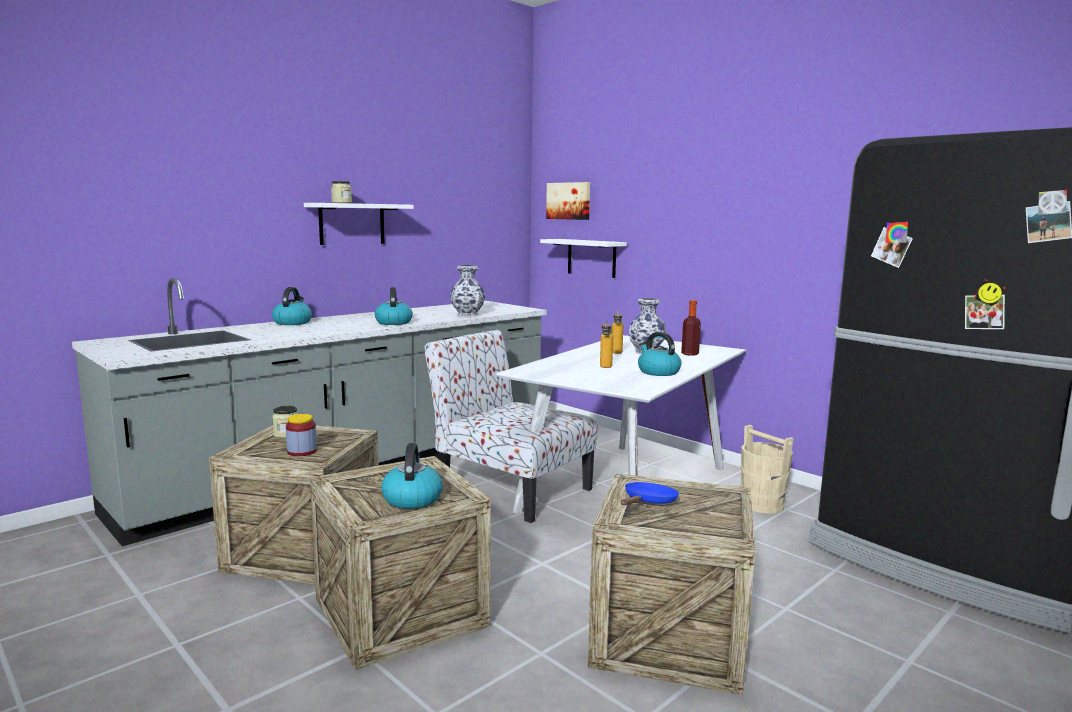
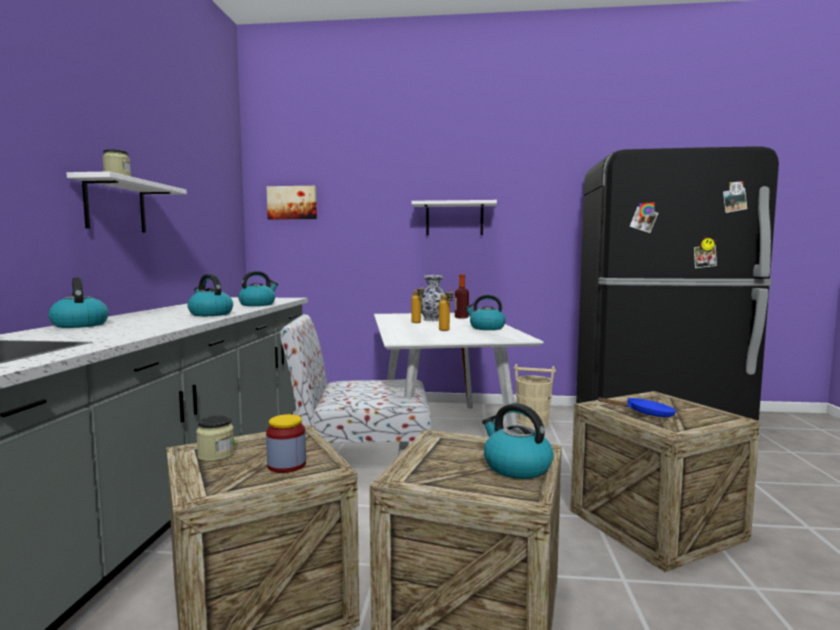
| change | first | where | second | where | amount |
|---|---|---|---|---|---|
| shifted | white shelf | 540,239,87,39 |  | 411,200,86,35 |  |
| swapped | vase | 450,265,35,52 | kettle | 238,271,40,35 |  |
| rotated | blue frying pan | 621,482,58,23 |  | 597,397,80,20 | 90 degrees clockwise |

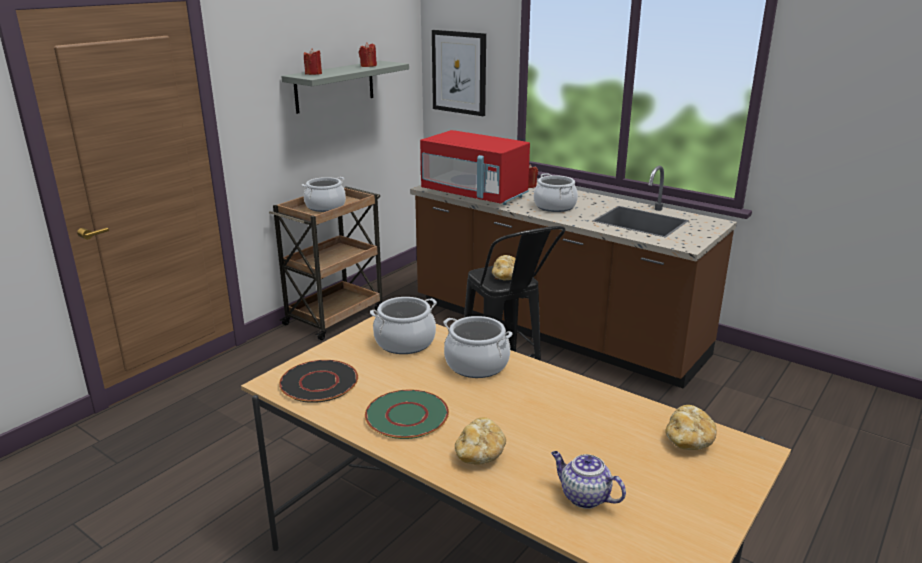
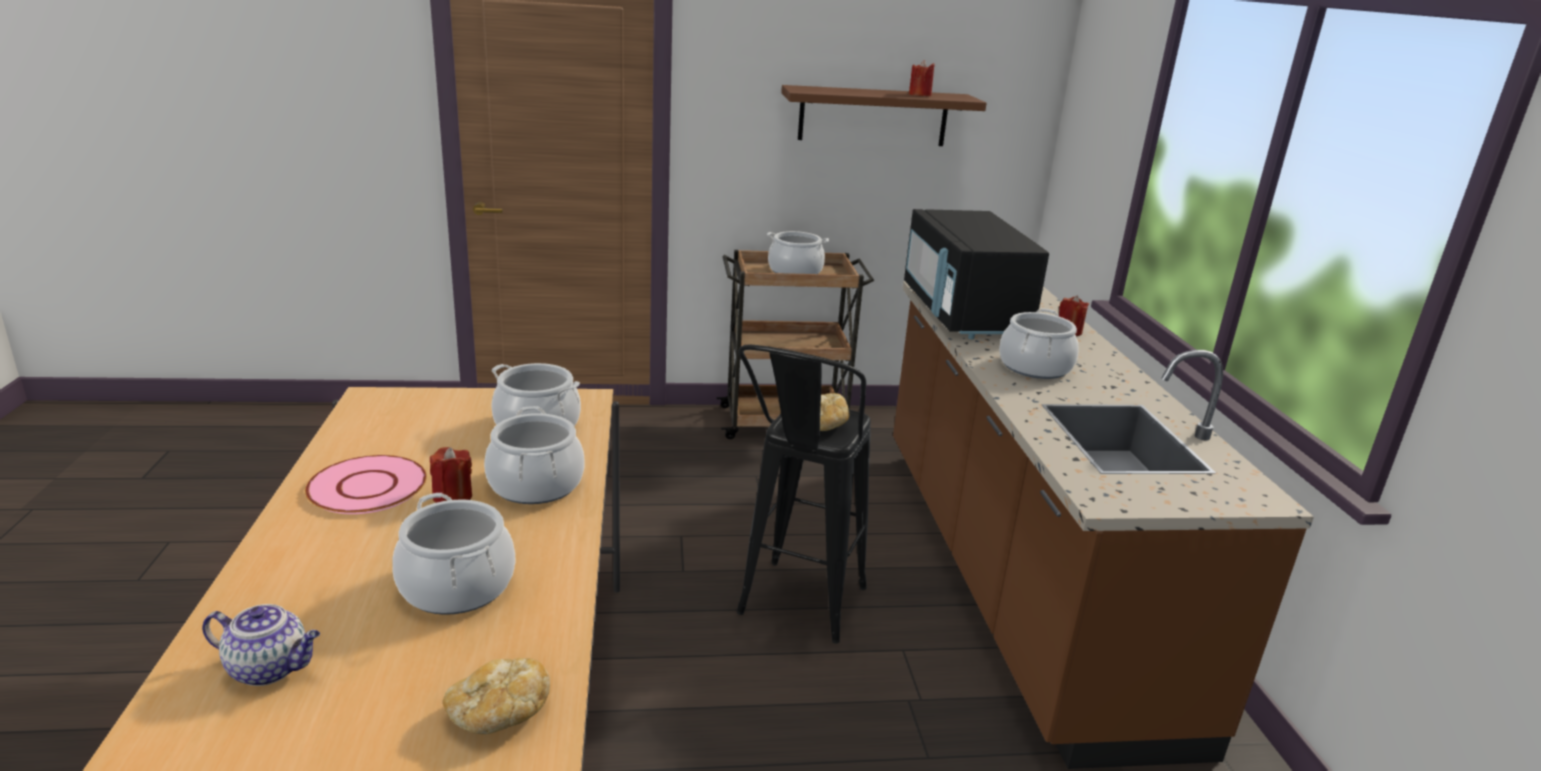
| change | first | where | second | where | amount |
|---|---|---|---|---|---|
| gone | black plate | 279,360,79,43 |  |  |  |
| gone | picture | 432,30,54,86 |  |  |  |
| gone | bread | 455,417,51,48 |  |  |  |
| new |  |  | cooking pot | 392,493,123,122 |  |
| shifted | red candle | 304,48,18,27 |  | 430,447,42,56 |  |
| repainted | grey shelf | 281,61,128,53 | brown shelf | 781,85,206,61 |  |
| repainted | green plate | 365,390,84,49 | pink plate | 305,455,122,59 |  |
| repainted | red microwave | 420,130,110,75 | black microwave | 904,209,145,130 |  |
| rotated | teapot | 551,451,75,58 |  | 202,604,118,82 | 105 degrees clockwise |

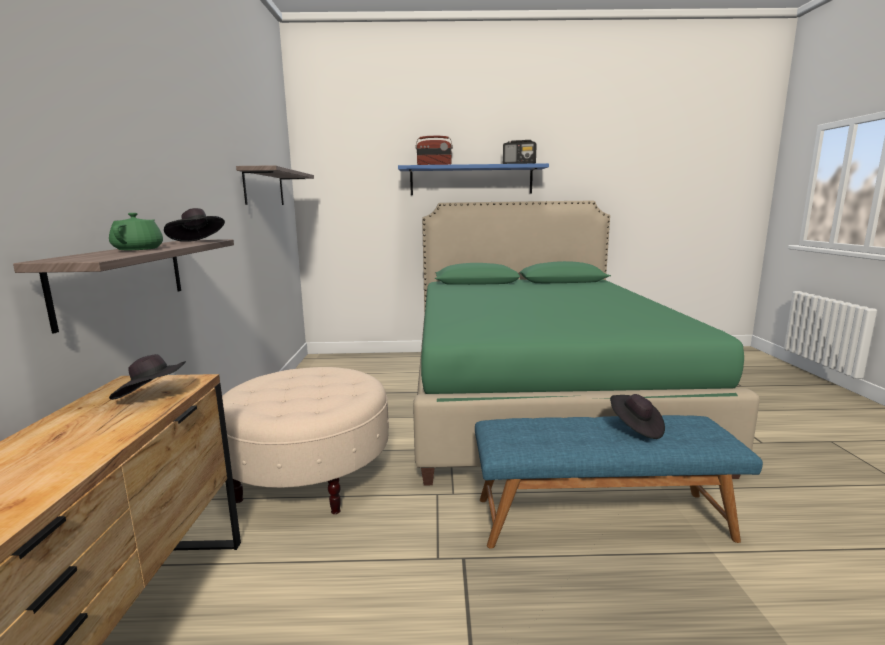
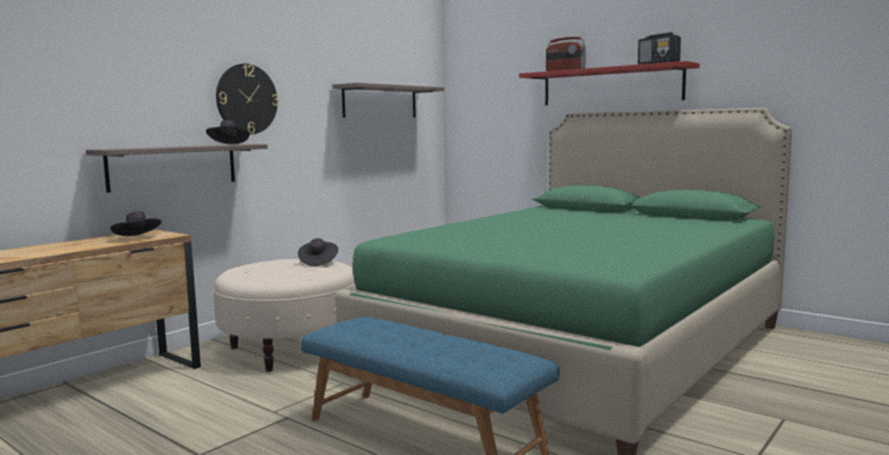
| change | first | where | second | where | amount |
|---|---|---|---|---|---|
| gone | green teapot | 109,213,54,37 |  |  |  |
| new |  |  | wall clock | 216,64,63,71 |  |
| shifted | black hat | 610,394,55,45 |  | 298,238,40,28 |  |
| repainted | blue shelf | 398,163,151,32 | red shelf | 519,61,181,44 |  |

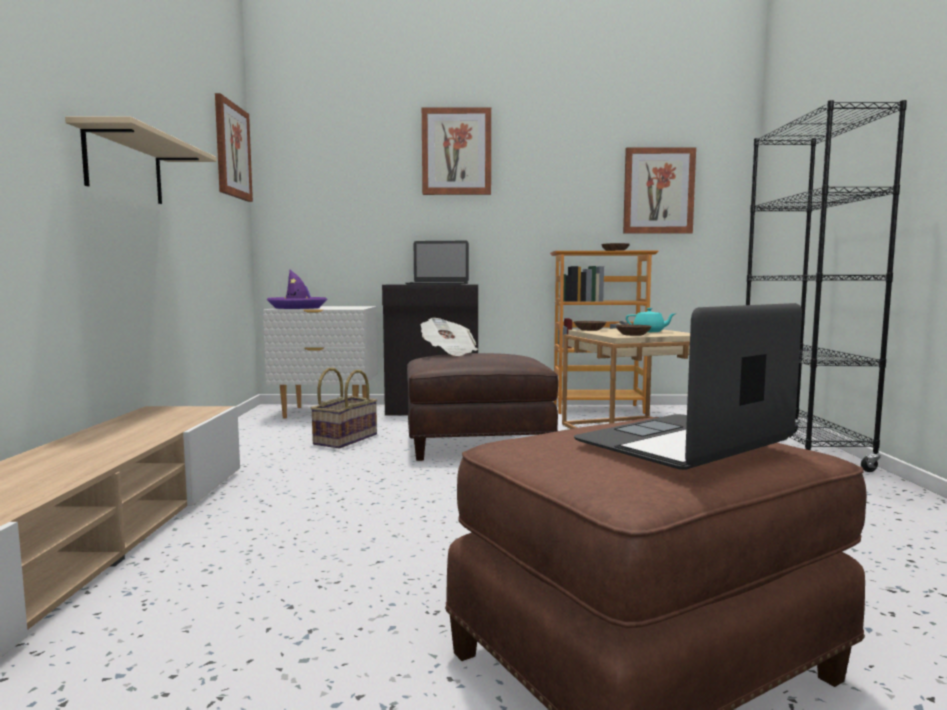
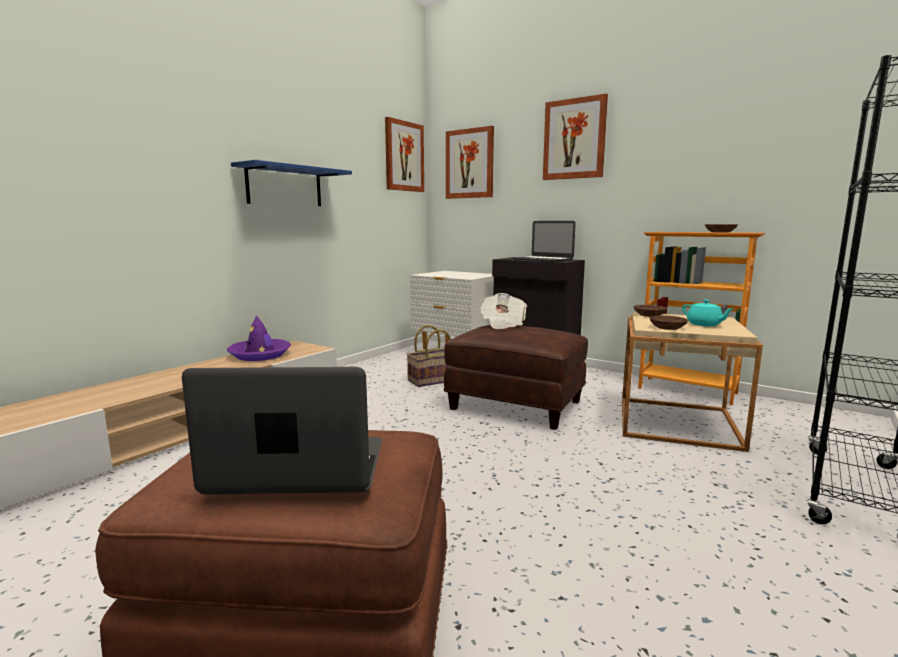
| change | first | where | second | where | amount |
|---|---|---|---|---|---|
| shifted | purple hat | 267,270,61,39 |  | 227,315,64,46 |  |
| shifted | picture | 623,148,73,86 |  | 446,126,48,73 |  |
| repainted | beige shelf | 65,116,152,88 | blue shelf | 231,160,121,46 |  |

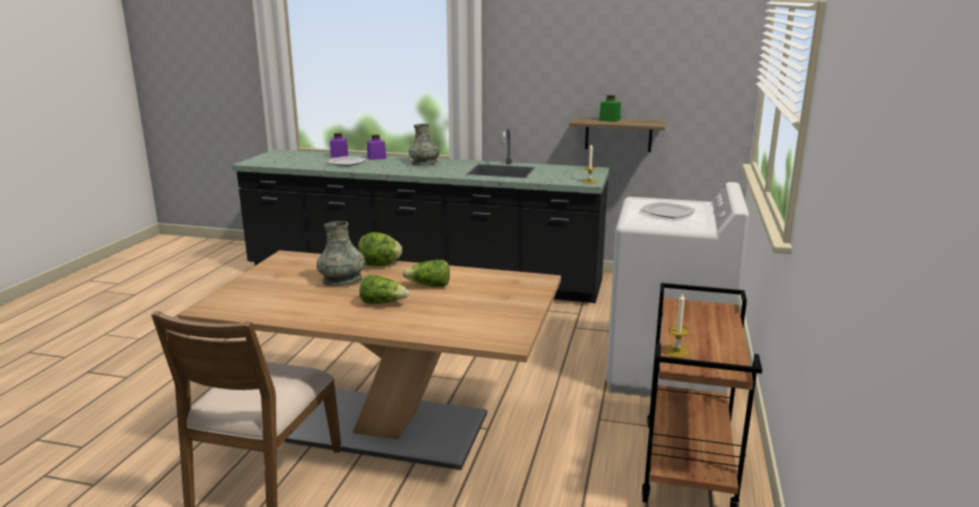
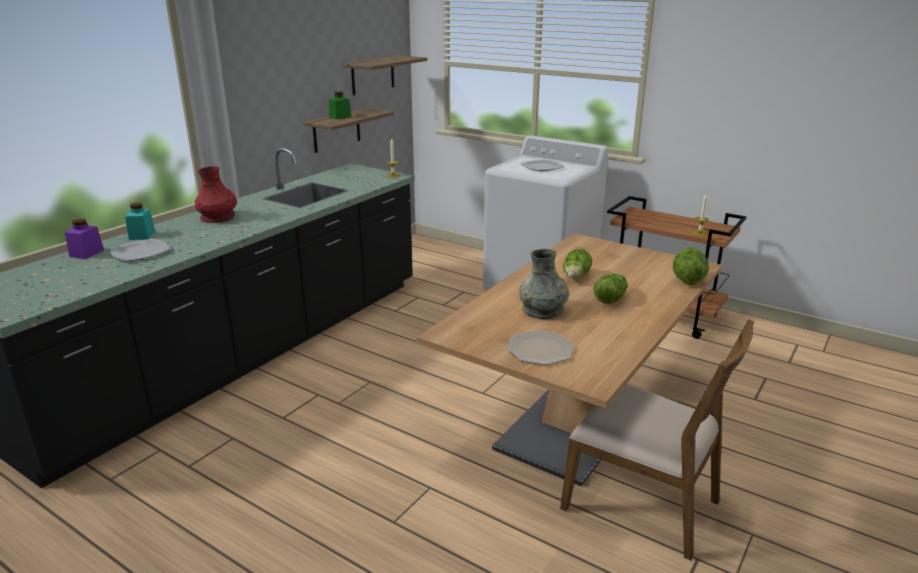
| change | first | where | second | where | amount |
|---|---|---|---|---|---|
| new |  |  | shelf | 343,55,84,40 |  |
| new |  |  | plate | 506,330,69,35 |  |
| shifted | lettuce | 358,232,44,34 |  | 673,247,36,38 |  |
| repainted | purple jar | 367,135,20,25 | turquoise jar | 125,202,30,38 |  |
| repainted | grey vase | 409,124,31,42 | red vase | 195,166,42,57 |  |

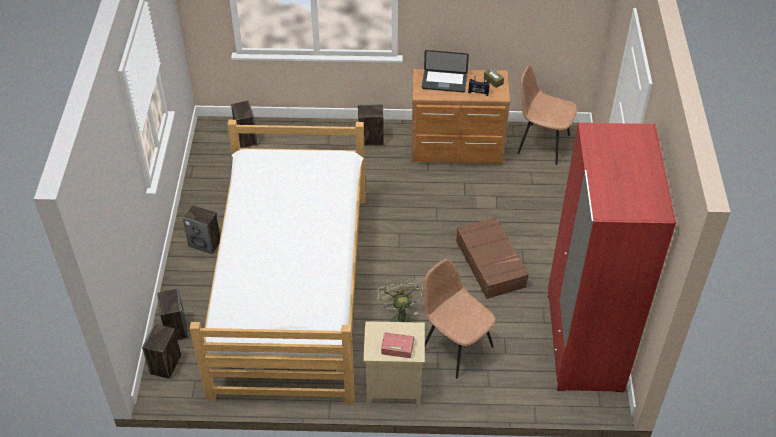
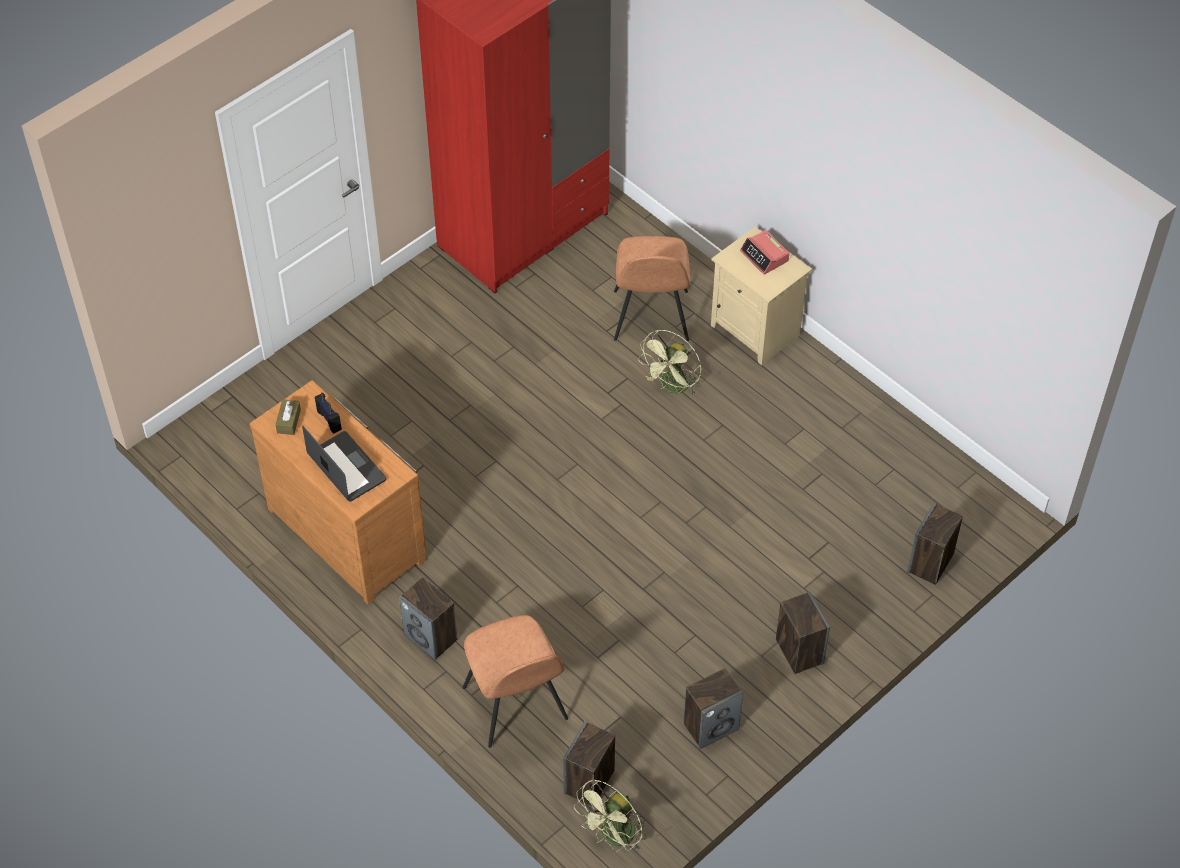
| change | first | where | second | where | amount |
|---|---|---|---|---|---|
| gone | bed | 190,120,176,284 |  |  |  |
| gone | brown suitcase | 456,217,73,82 |  |  |  |
| new |  |  | green fan | 574,779,73,74 |  |
| shifted | speaker | 142,324,39,55 |  | 684,668,59,81 |  |
| shifted | brown chair | 517,65,60,100 |  | 462,615,106,133 |  |

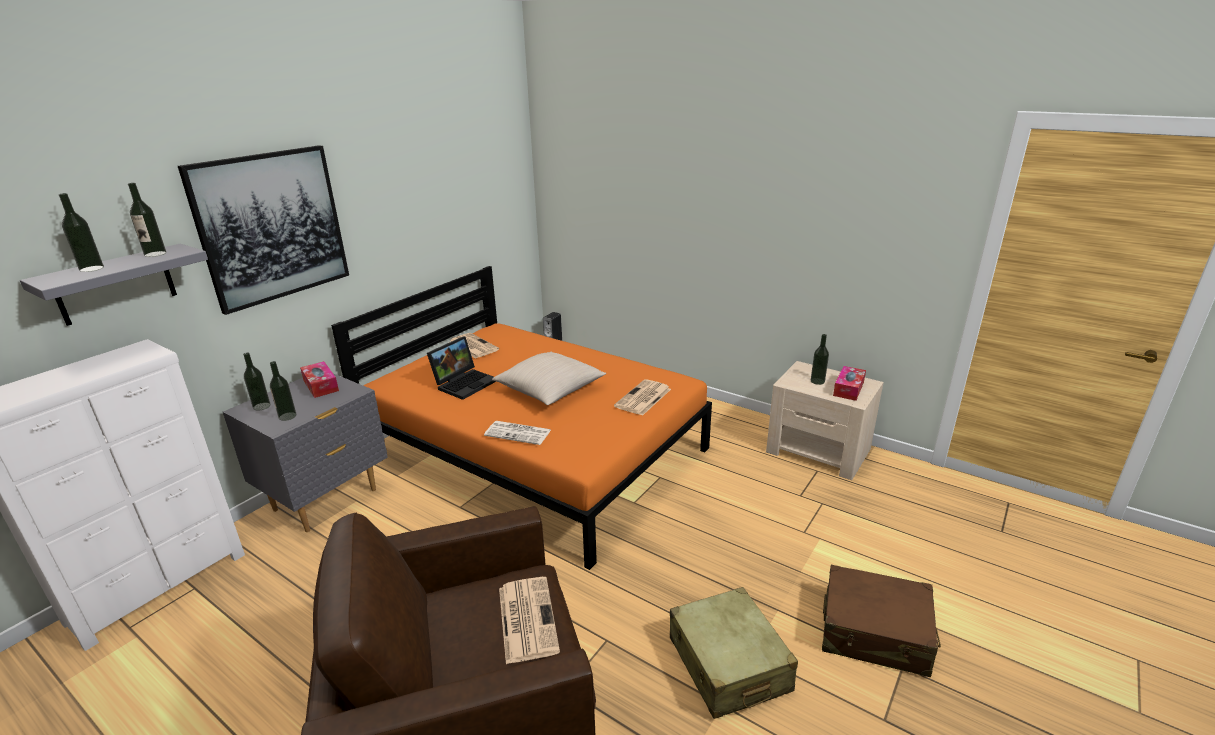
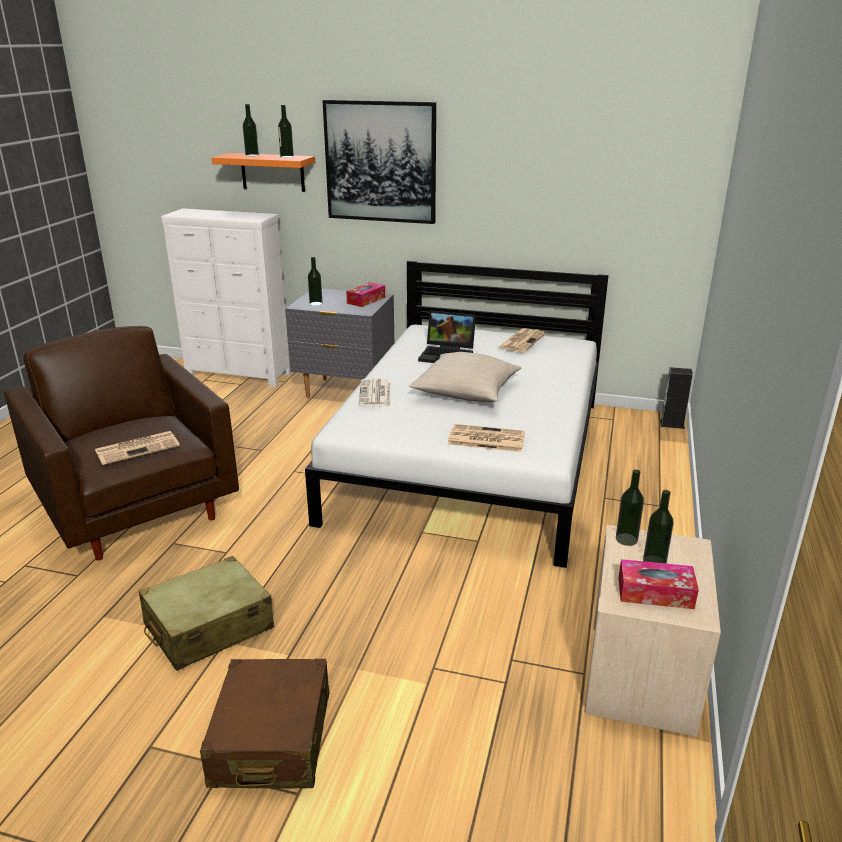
| change | first | where | second | where | amount |
|---|---|---|---|---|---|
| shifted | bottle | 243,353,27,58 |  | 616,469,28,77 |  |
| repainted | grey shelf | 20,244,188,82 | orange shelf | 212,153,103,39 |  |
| repainted | orange bed | 331,266,381,304 | white bed | 305,261,304,307 |  |

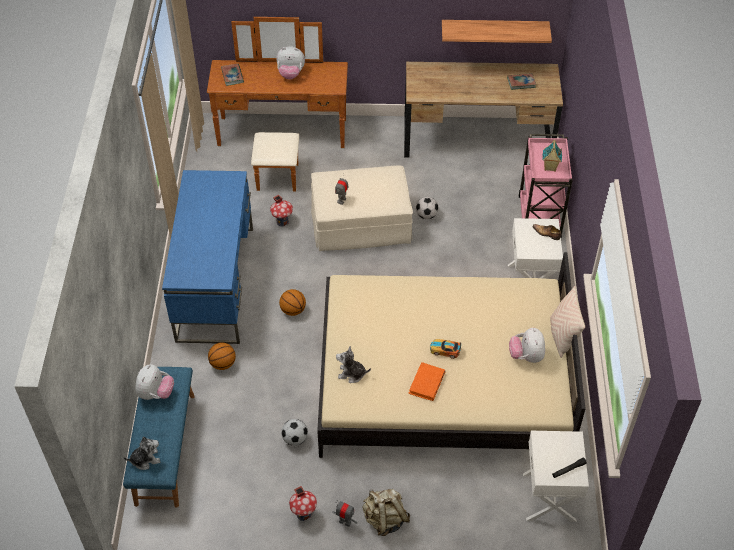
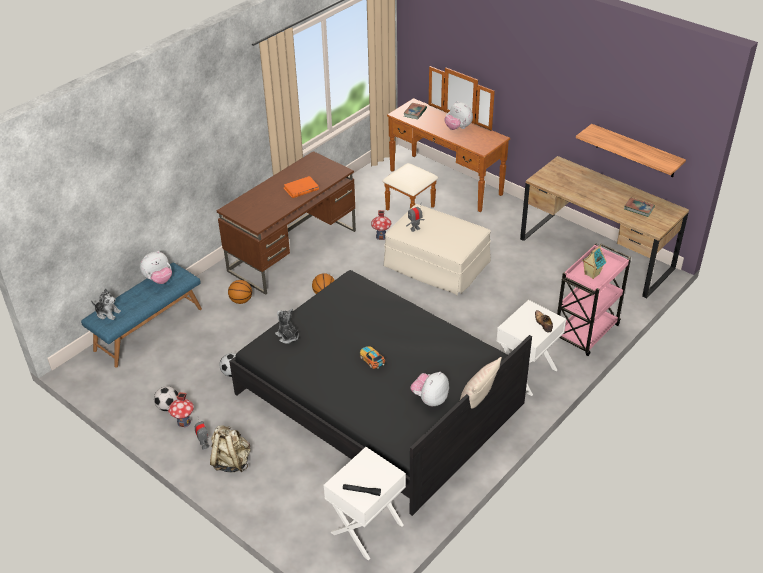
| change | first | where | second | where | amount |
|---|---|---|---|---|---|
| shifted | orange book | 408,362,38,39 |  | 284,176,35,22 |  |
| shifted | football | 416,197,23,22 |  | 154,386,24,25 |  |
| repainted | blue desk | 162,170,91,174 | brown desk | 217,151,139,144 |  |
| repainted | beige bed | 317,252,269,206 | black bed | 229,270,303,246 |  |

